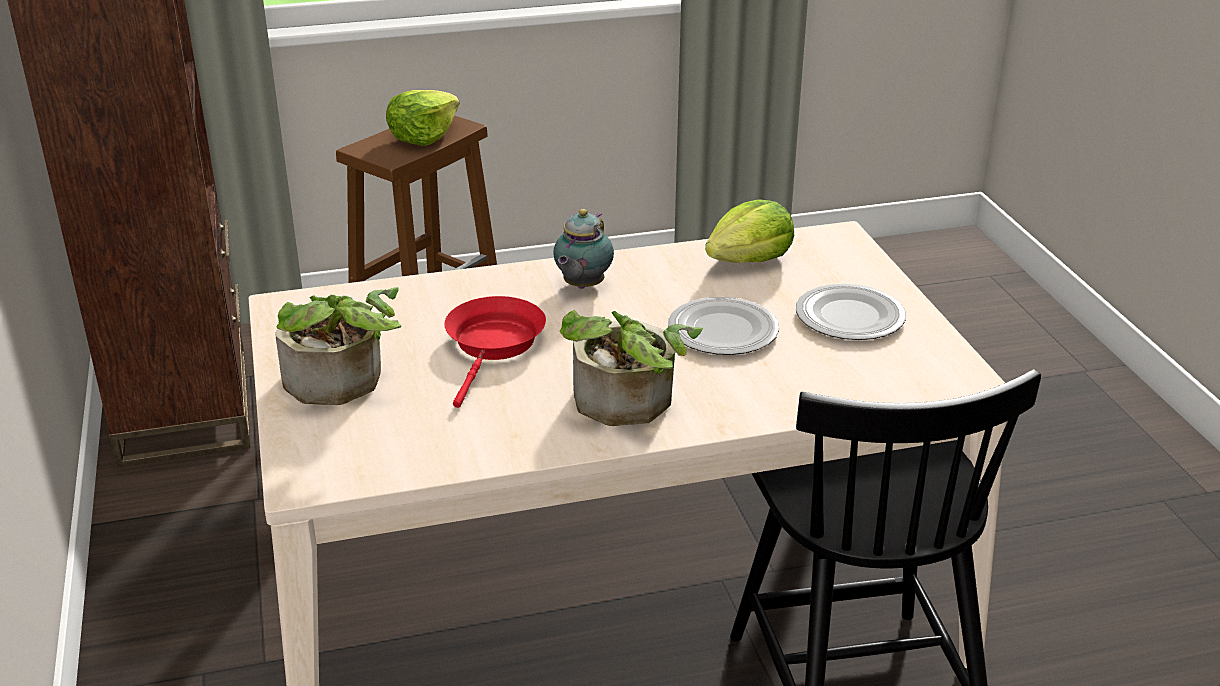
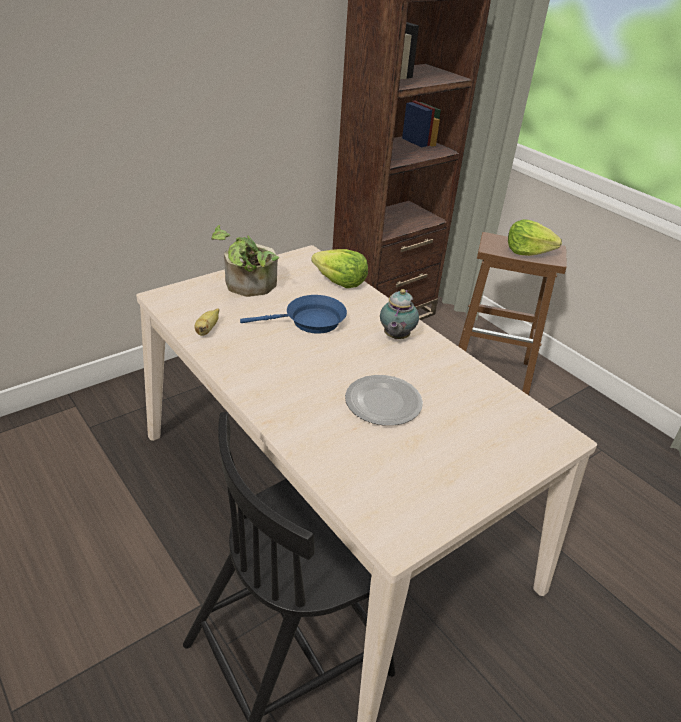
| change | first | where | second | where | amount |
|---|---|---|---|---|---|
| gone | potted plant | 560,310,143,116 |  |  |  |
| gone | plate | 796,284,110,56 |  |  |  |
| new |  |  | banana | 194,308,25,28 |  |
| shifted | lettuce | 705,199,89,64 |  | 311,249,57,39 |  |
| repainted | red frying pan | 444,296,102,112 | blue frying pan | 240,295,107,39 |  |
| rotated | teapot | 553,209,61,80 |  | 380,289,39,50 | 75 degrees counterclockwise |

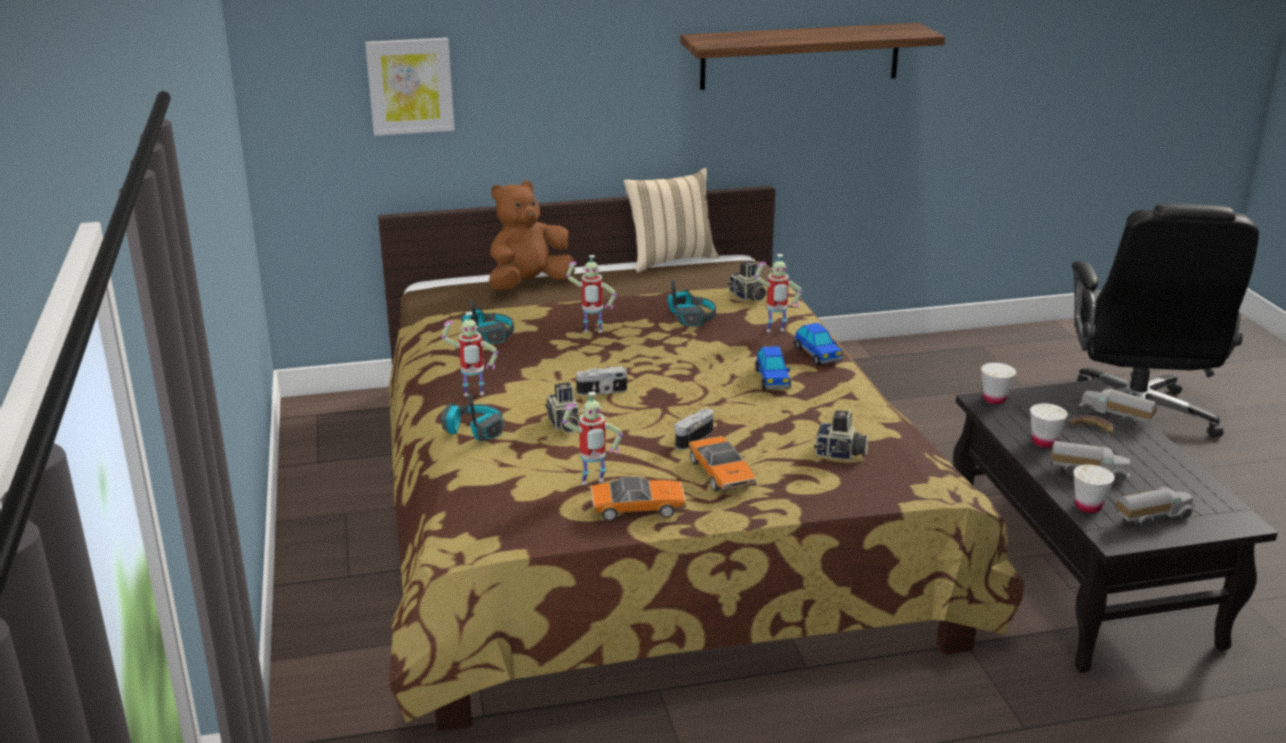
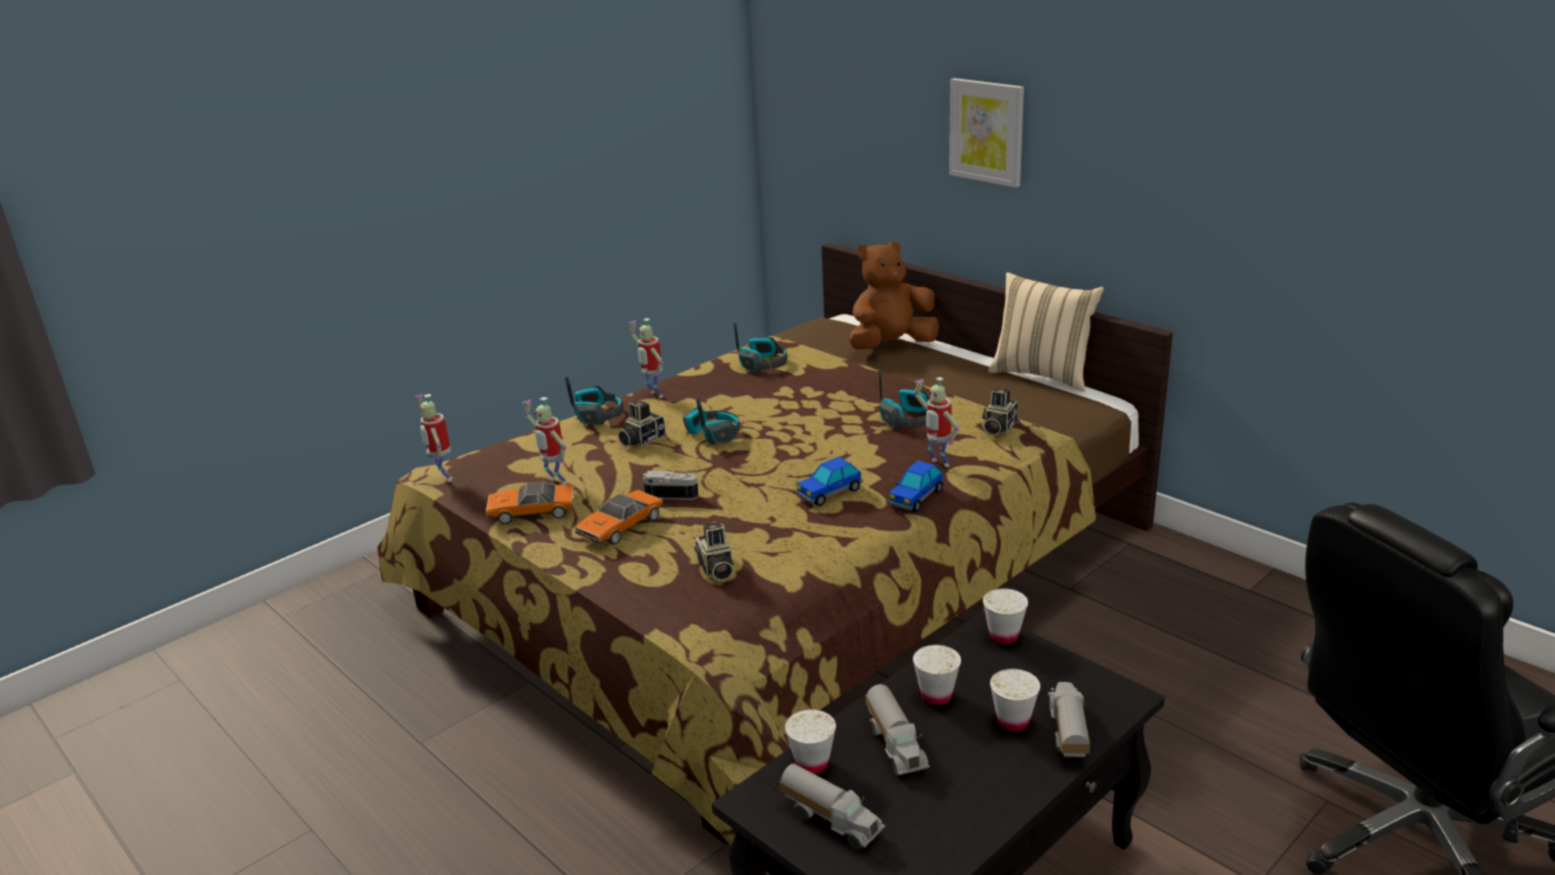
| change | first | where | second | where | amount |
|---|---|---|---|---|---|
| gone | shelf | 680,22,265,68 |  |  |  |
| shifted | picture | 365,38,90,98 |  | 949,78,75,109 |  |
| shifted | toy robot | 566,255,51,78 |  | 414,394,38,88 |  |
| swapped | photo camera | 576,366,51,29 | headphones | 683,398,57,46 |  |
| swapped | banana | 1068,415,46,24 | white cup | 990,669,50,62 |  |
| rotated | brown plush toy | 489,181,85,109 |  | 849,241,90,109 | 45 degrees counterclockwise |
| rotated | toy car | 591,476,95,45 |  | 486,482,88,42 | 120 degrees clockwise |

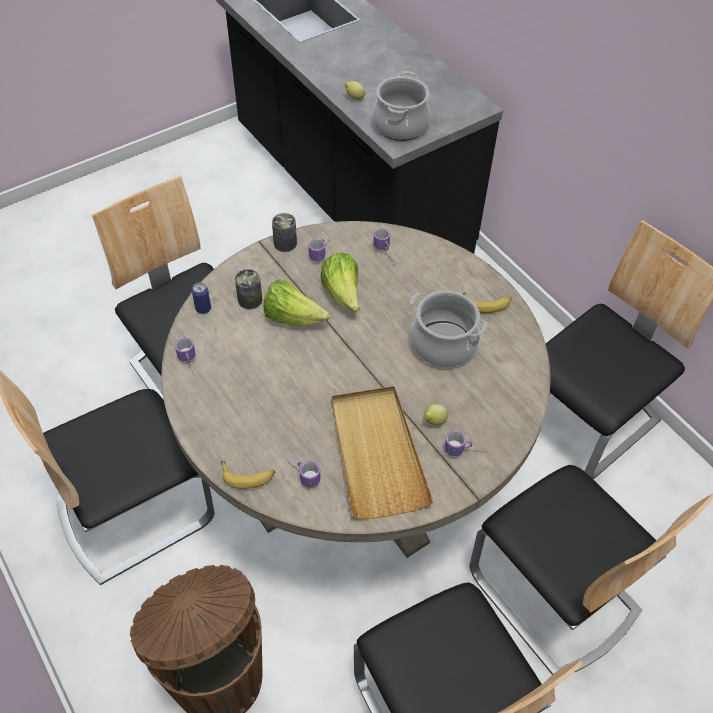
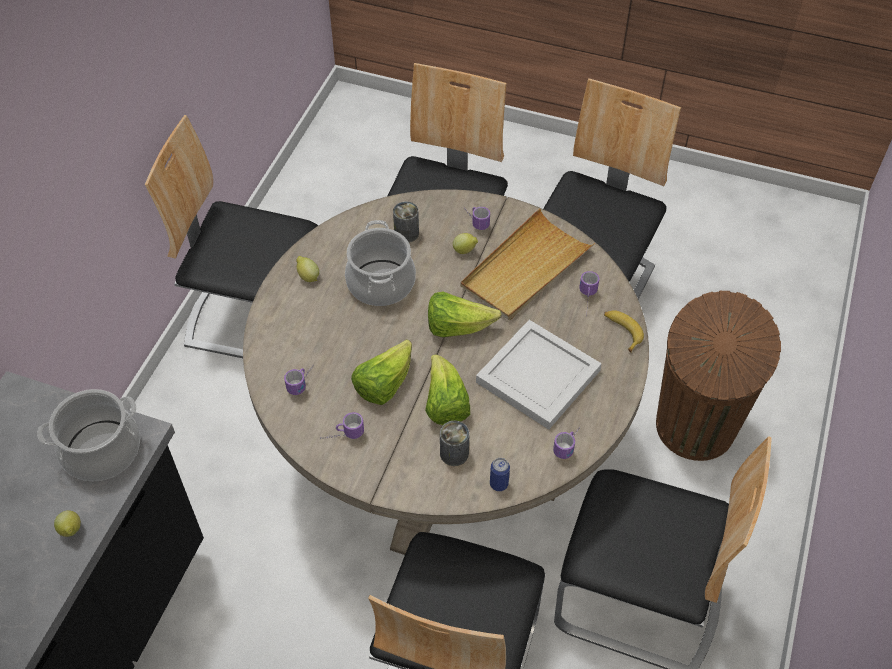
| change | first | where | second | where | amount |
|---|---|---|---|---|---|
| new |  |  | lettuce | 428,292,73,45 |  |
| new |  |  | white tray | 476,320,126,110 |  |
| shifted | can | 272,213,25,39 |  | 393,201,26,42 |  |
| swapped | banana | 463,292,49,21 | lemon | 296,256,23,26 |  |

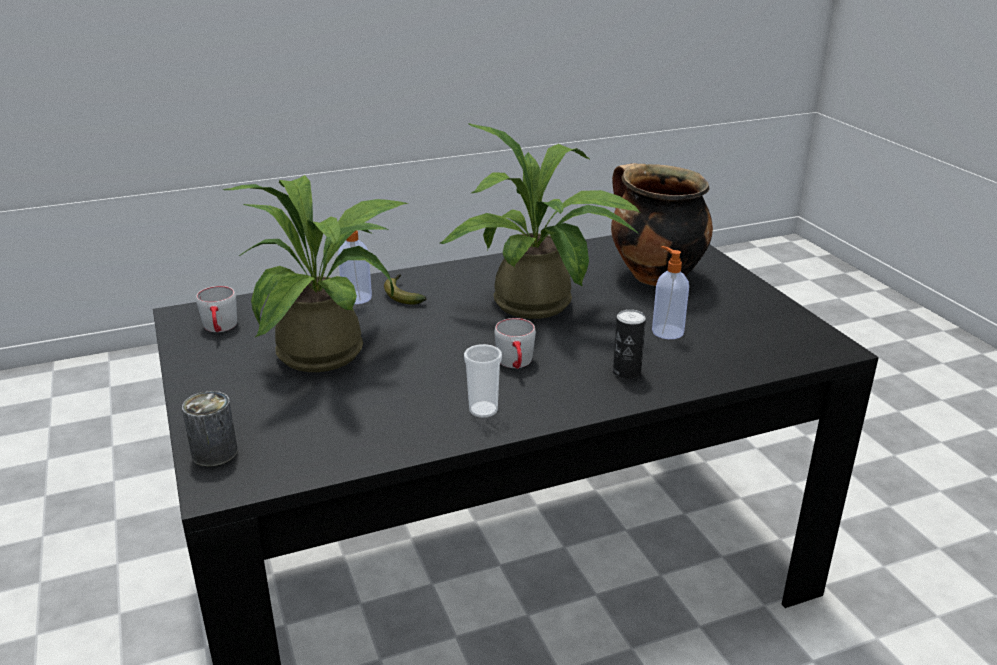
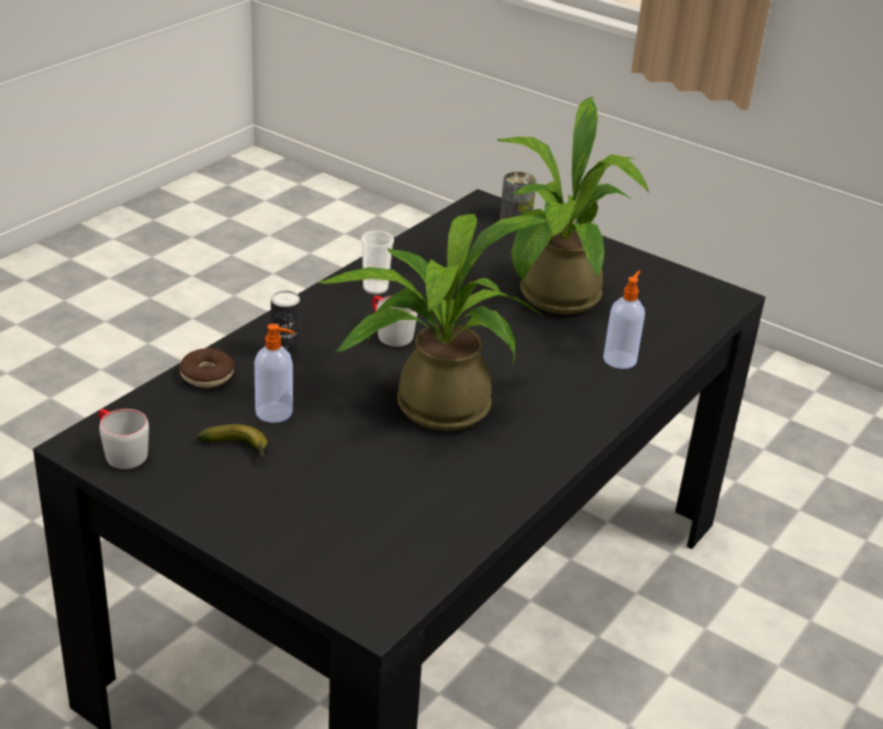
| change | first | where | second | where | amount |
|---|---|---|---|---|---|
| gone | cooking pot | 611,163,102,123 |  |  |  |
| new |  |  | donut | 179,348,55,40 |  |
| shifted | grey mug | 196,286,41,46 |  | 99,409,50,60 |  |
| shifted | banana | 384,274,43,30 |  | 197,424,70,36 |  |

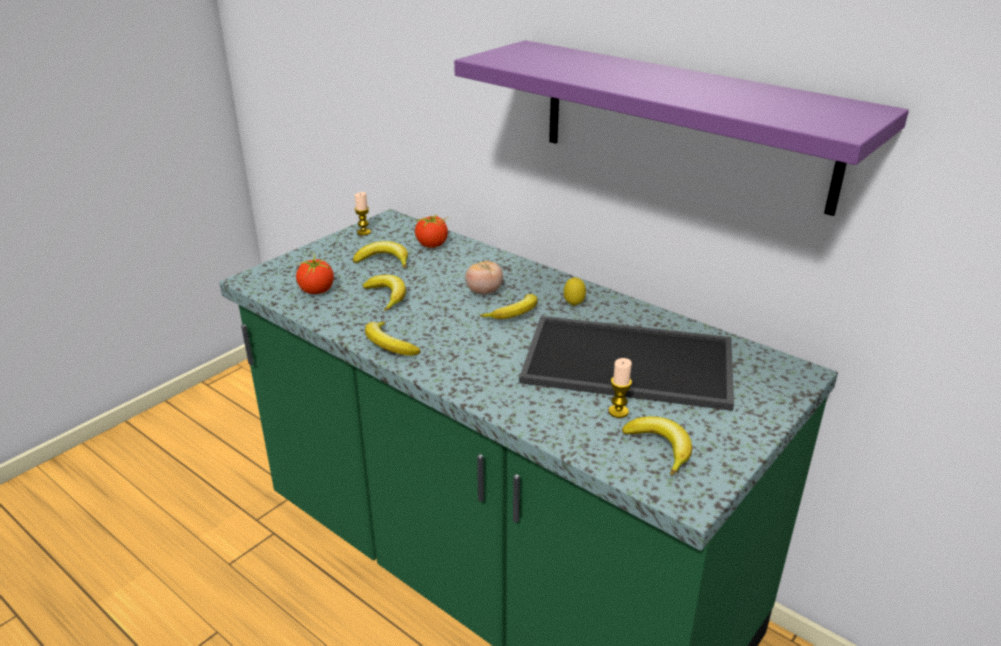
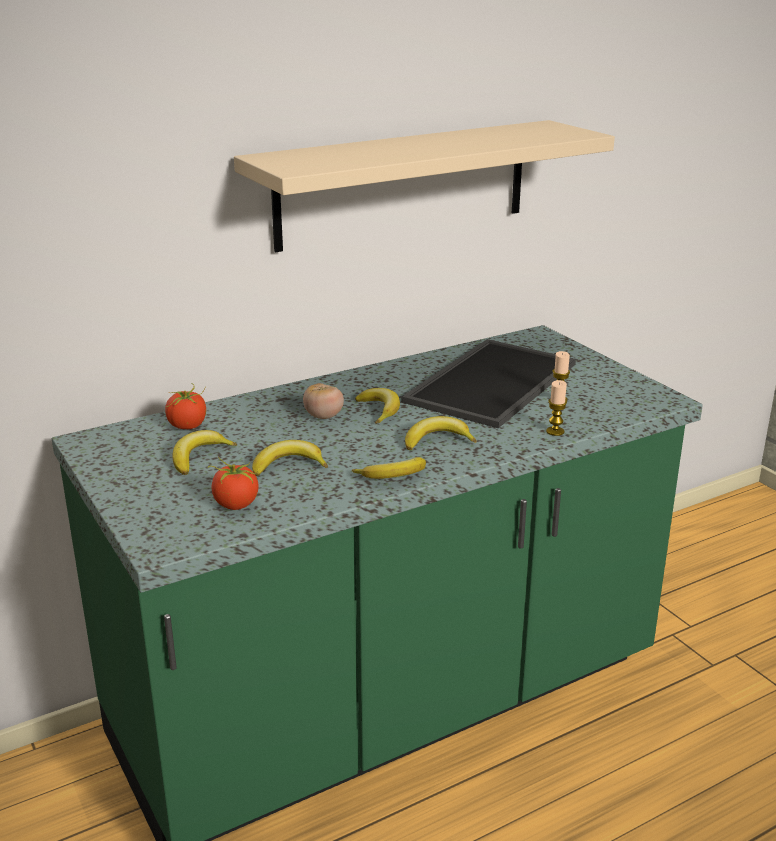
| change | first | where | second | where | amount |
|---|---|---|---|---|---|
| gone | lemon | 564,277,22,29 |  |  |  |
| shifted | candle | 355,192,16,43 |  | 546,380,21,56 |  |
| shifted | banana | 622,416,70,60 |  | 405,416,72,34 |  |
| repainted | purple shelf | 454,40,455,176 | beige shelf | 234,120,381,132 |  |

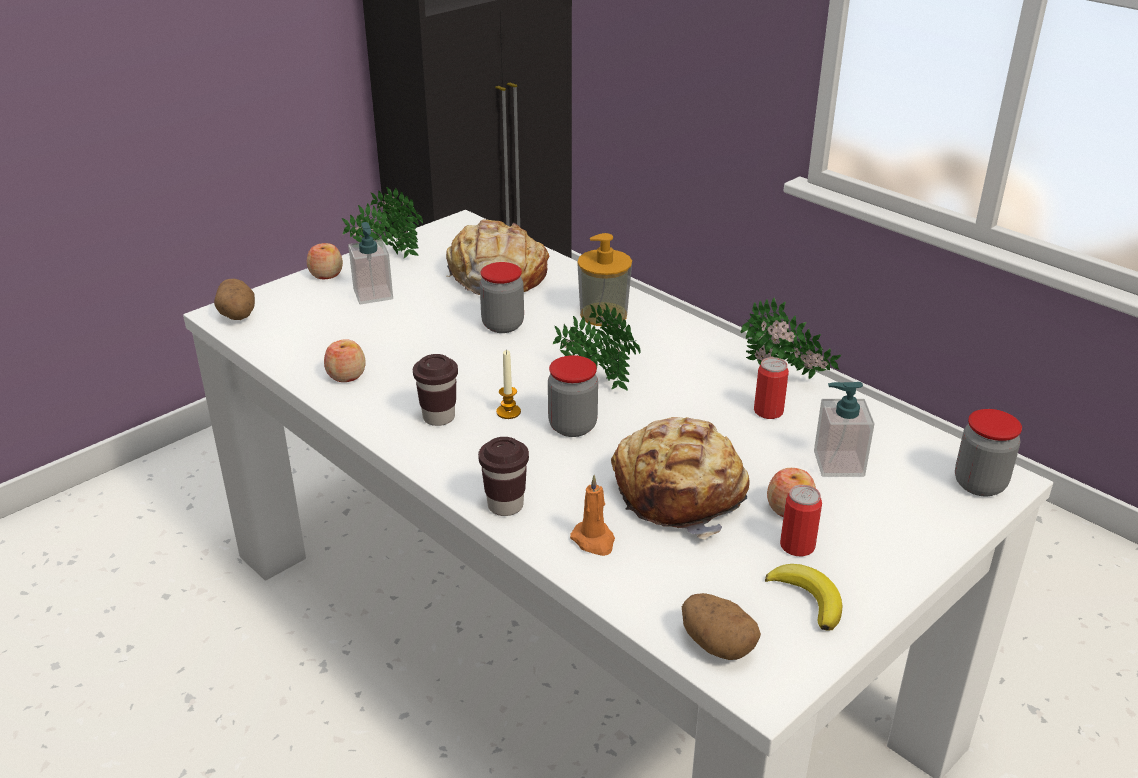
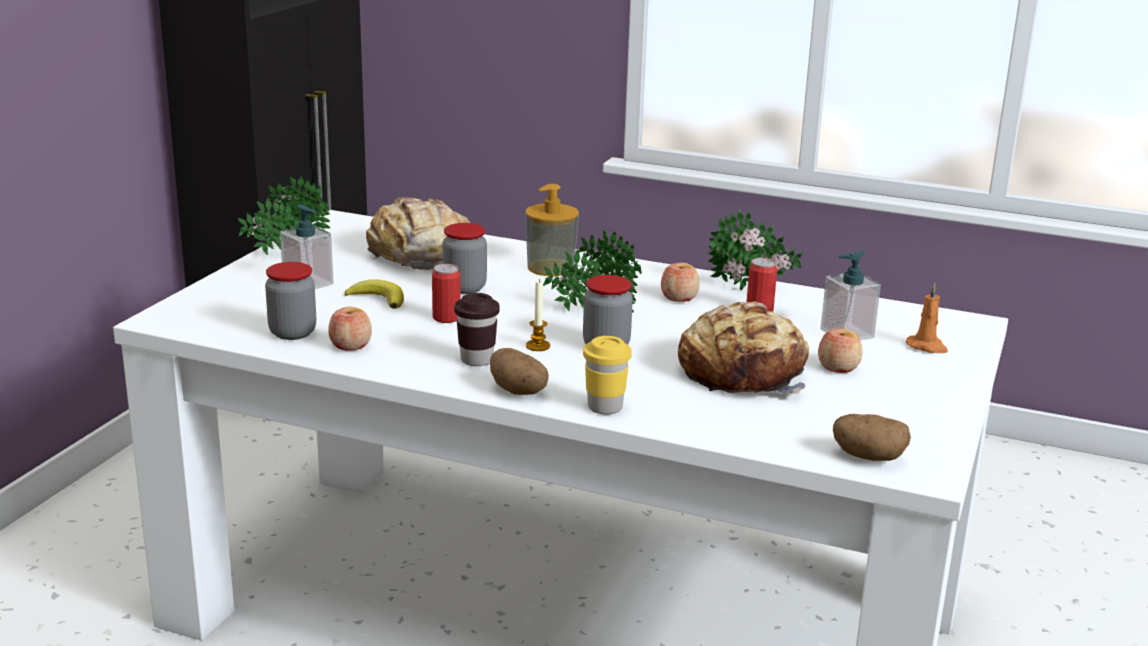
| change | first | where | second | where | amount |
|---|---|---|---|---|---|
| shifted | potato | 214,279,41,41 |  | 490,348,58,47 |  |
| shifted | apple | 307,243,36,36 |  | 661,262,39,40 |  |
| shifted | orange candle | 570,475,45,81 |  | 906,283,42,70 |  |
| shifted | banana | 765,564,77,67 |  | 345,279,59,30 |  |
| shifted | can | 780,485,42,71 |  | 432,264,29,59 |  |
| shifted | jar | 955,409,67,87 |  | 265,262,51,78 |  |
| repainted | brown cup | 478,437,51,79 | yellow cup | 583,336,49,78 |  |

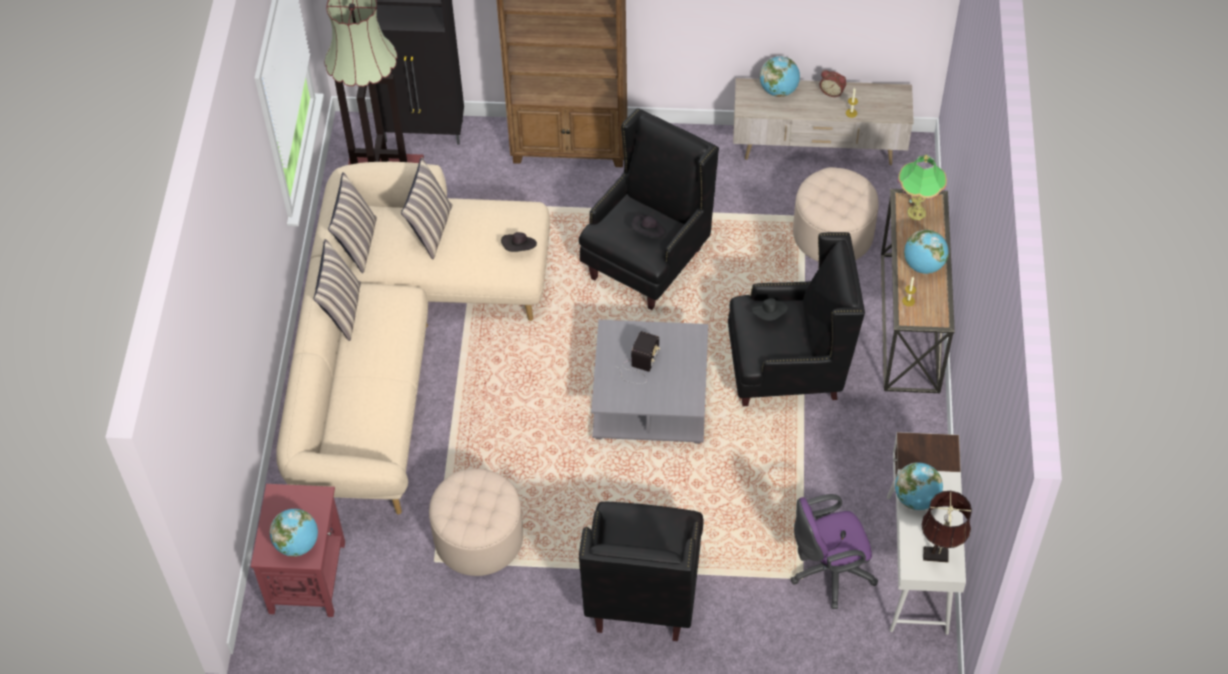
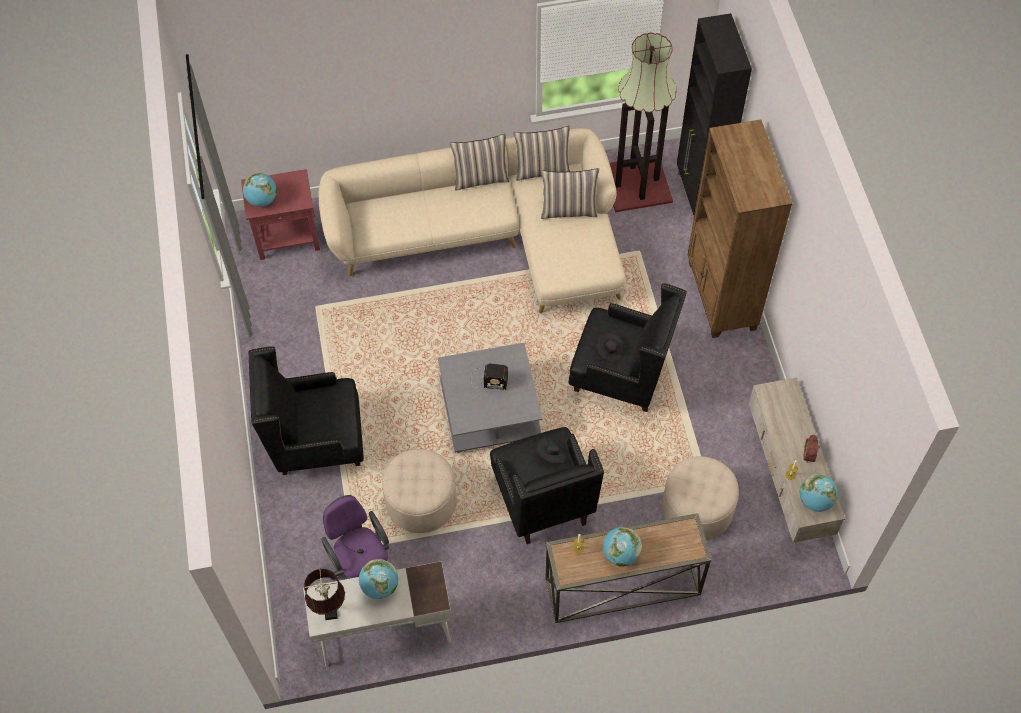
| change | first | where | second | where | amount |
|---|---|---|---|---|---|
| gone | black hat | 501,232,36,20 |  |  |  |
| gone | table lamp | 898,155,49,65 |  |  |  |
| shifted | beige ottoman | 429,469,94,107 |  | 382,449,75,84 |  |
| shifted | globe | 760,56,40,41 |  | 800,474,38,38 |  |

